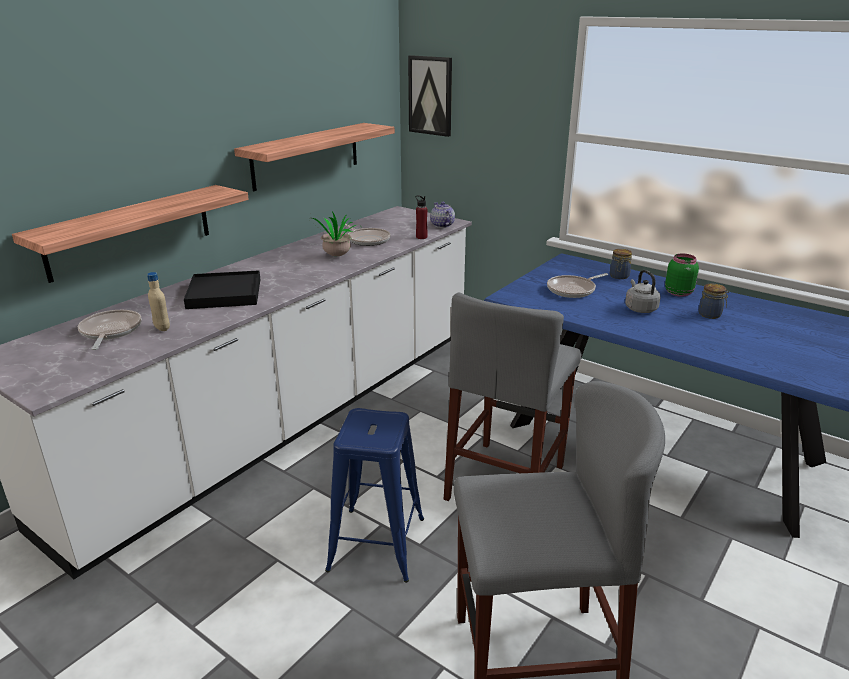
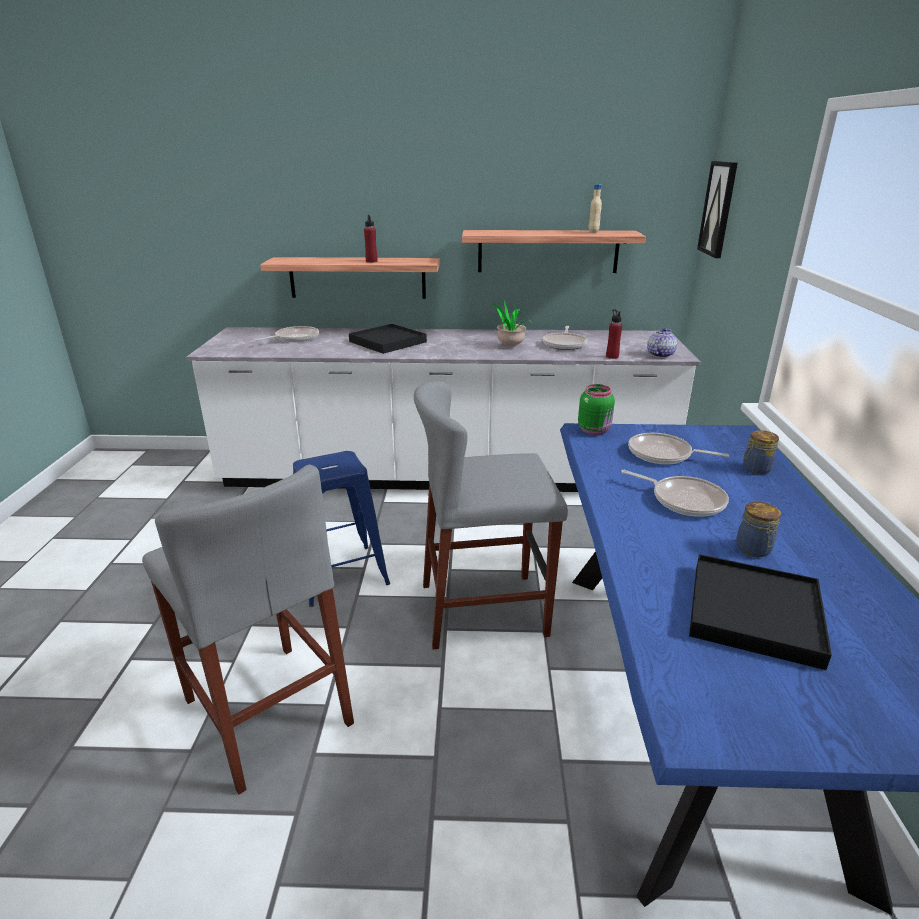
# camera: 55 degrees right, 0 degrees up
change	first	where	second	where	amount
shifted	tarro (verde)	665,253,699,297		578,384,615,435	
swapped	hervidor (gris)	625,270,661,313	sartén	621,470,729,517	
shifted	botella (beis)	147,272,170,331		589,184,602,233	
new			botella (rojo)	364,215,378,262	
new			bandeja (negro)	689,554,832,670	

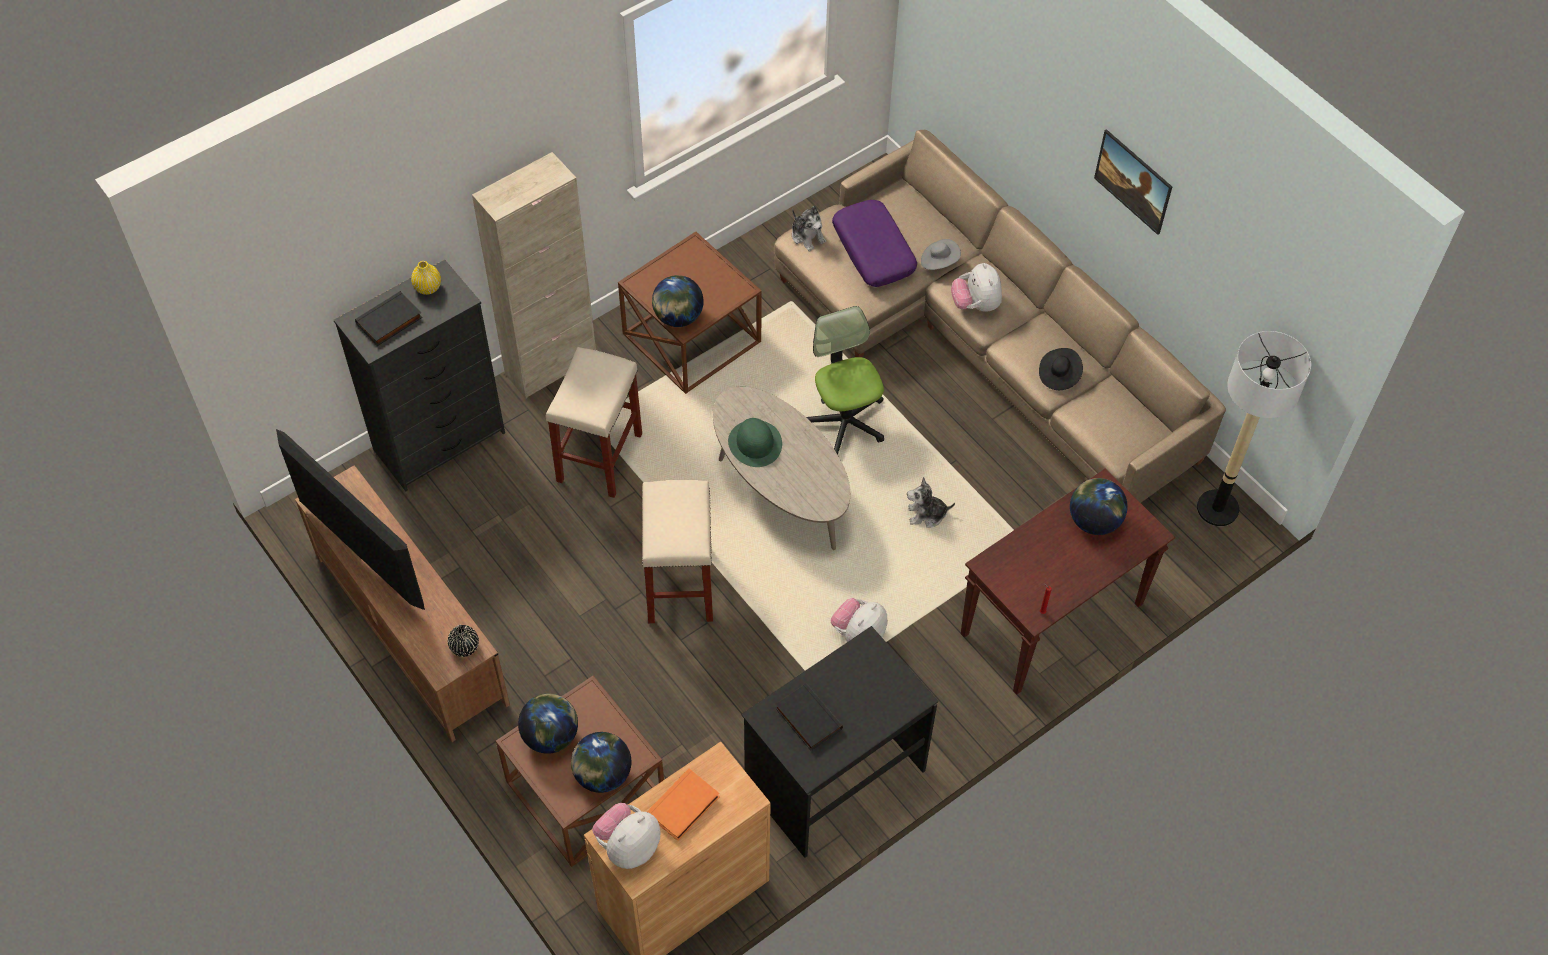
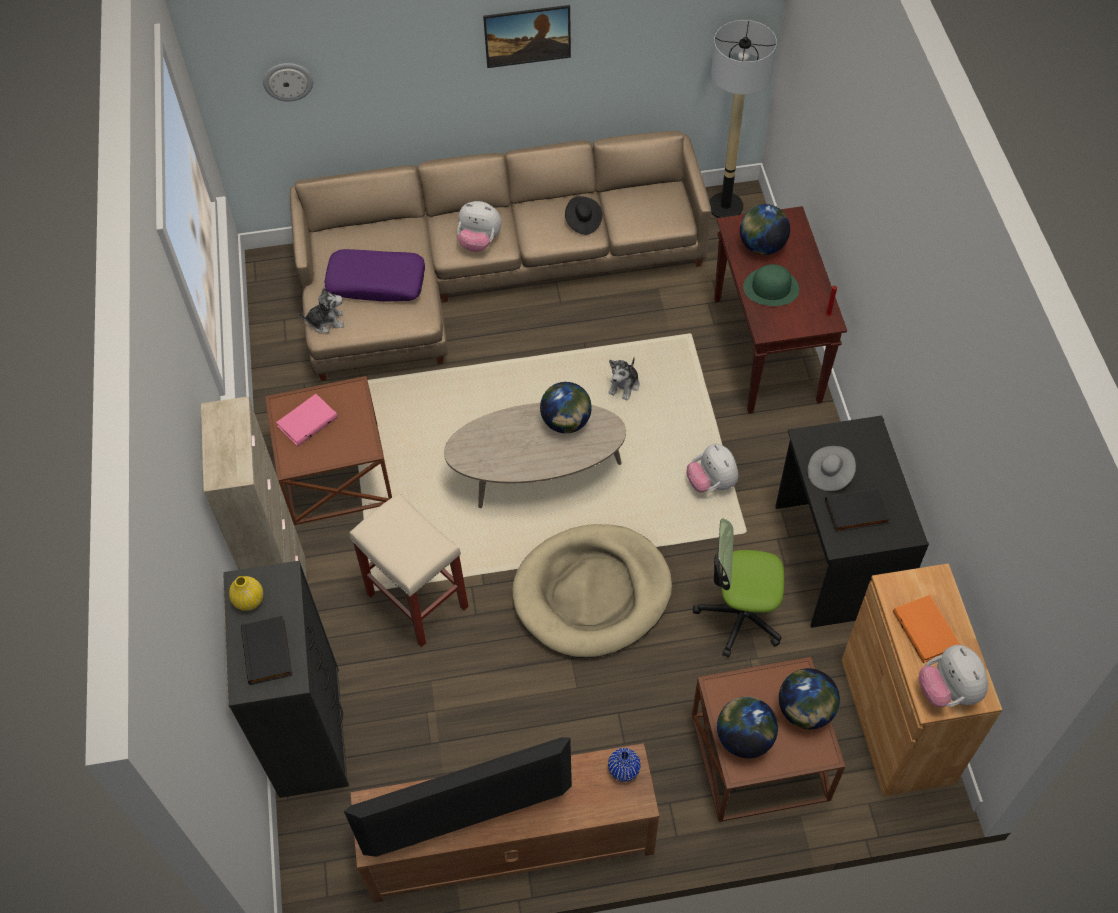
# camera: 60 degrees left, 0 degrees up
change	first	where	second	where	amount
shifted	sombrero (gris)	921,239,961,270		808,446,856,491	
shifted	globo terráqueo	652,275,704,327		540,382,592,433	
shifted	silla de oficina	806,306,884,455		693,519,784,658	
shifted	sombrero (verde)	728,418,782,467		743,264,799,306	
swapped	taburete (beis)	642,480,713,623	cama para perro (beis)	513,524,672,658	
repainted	florero (negro)	448,625,479,657	florero (azul)	608,748,641,782	
new			reloj de pared	263,63,313,101	
new			libro (rosa)	276,394,338,446	

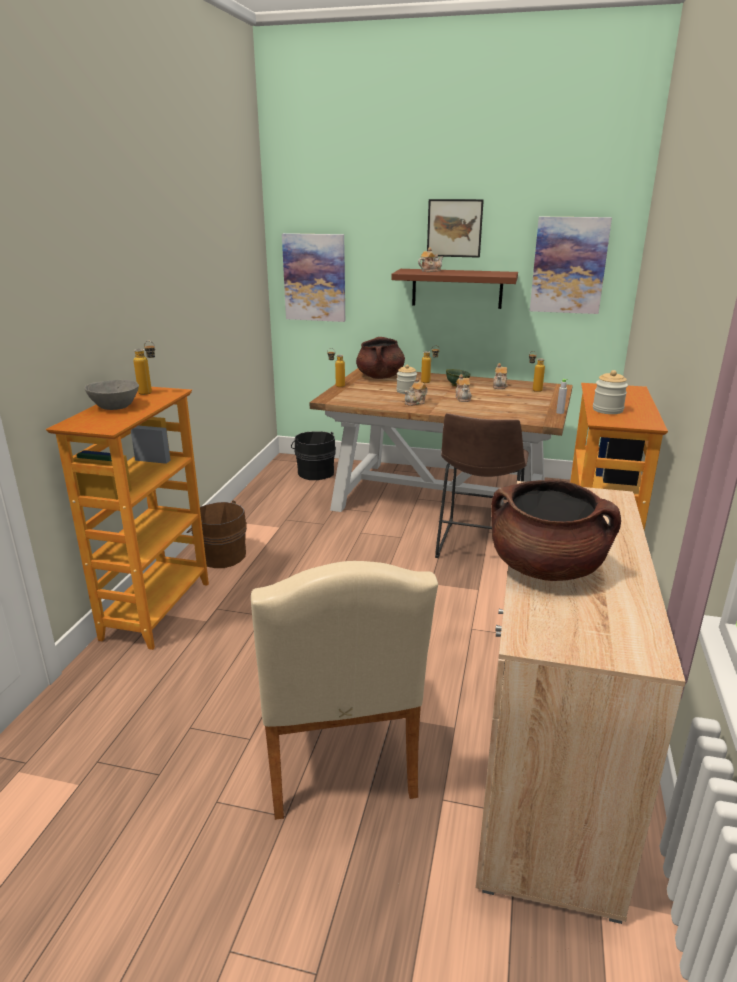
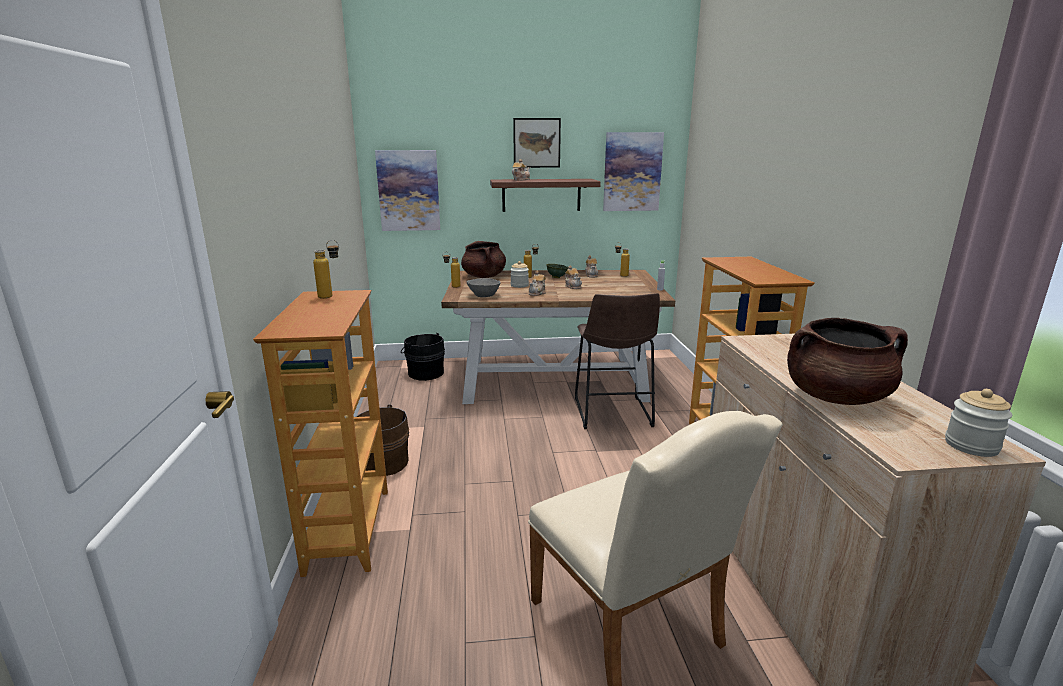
# camera: 20 degrees left, 5 degrees down
change	first	where	second	where	amount
shifted	tarro	593,370,628,414		945,389,1012,457	
shifted	cuenco (gris)	85,380,139,410		467,278,501,297	

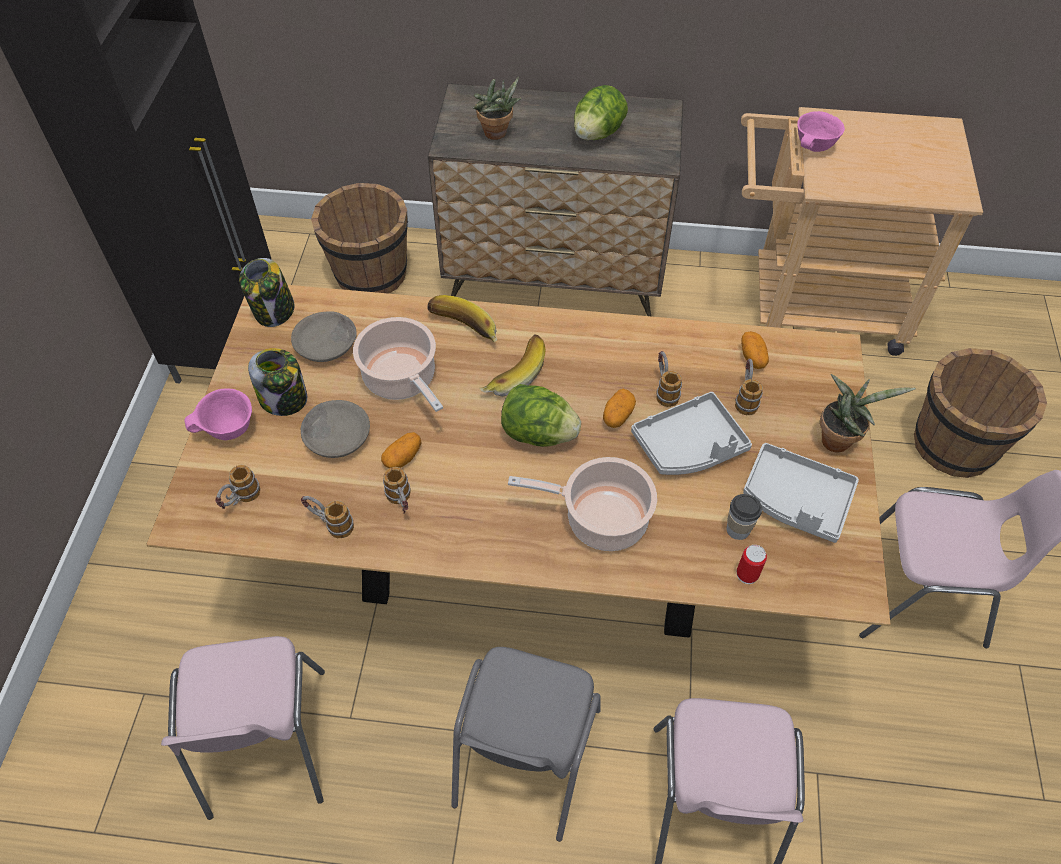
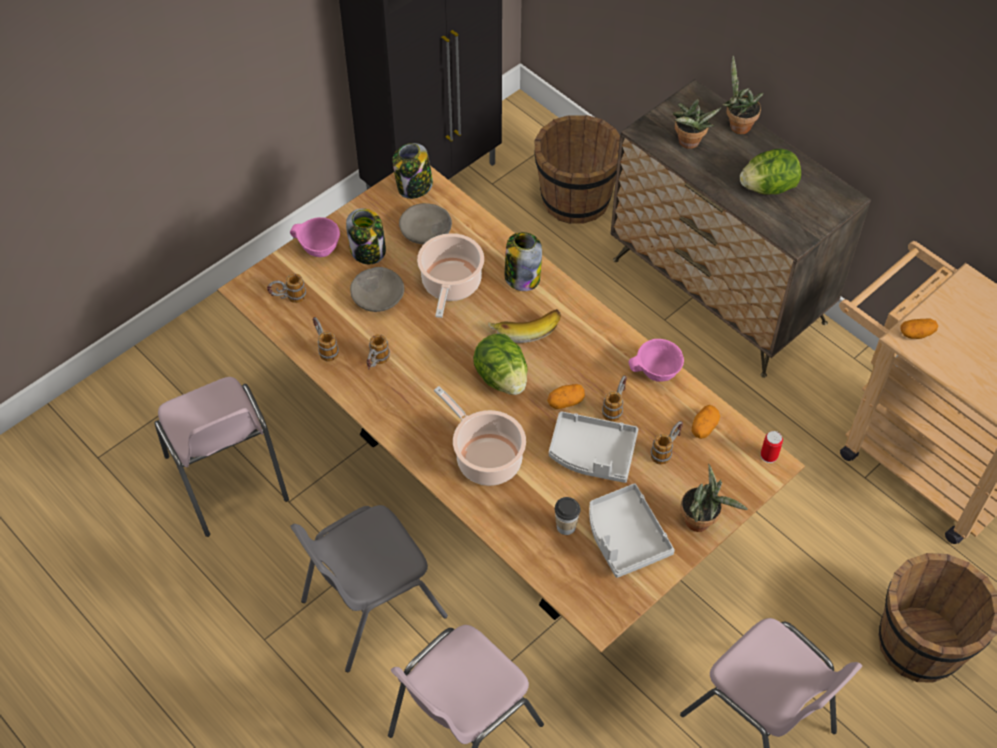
# camera: 40 degrees right, 0 degrees up
change	first	where	second	where	amount
shifted	cuenco (rosa)	797,111,845,152		629,339,684,382	
swapped	plátano	427,295,497,342	tarro	505,232,542,291	
shifted	patata	381,432,422,468		900,319,938,339	
shifted	lata	737,545,767,584		761,431,783,463	
rotated	silla (rosa)	161,636,325,820		154,377,289,537	60 degrees counterclockwise
new			planta en maceta	722,56,764,134	

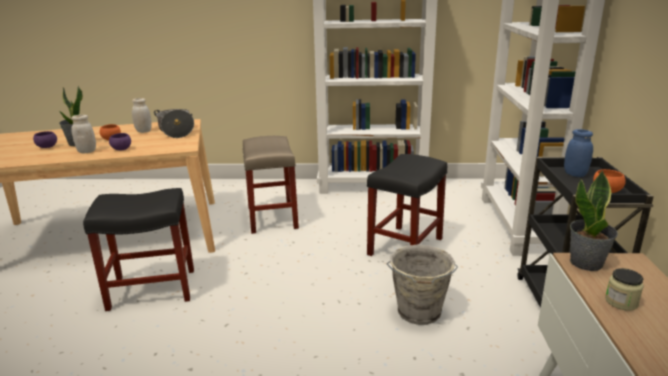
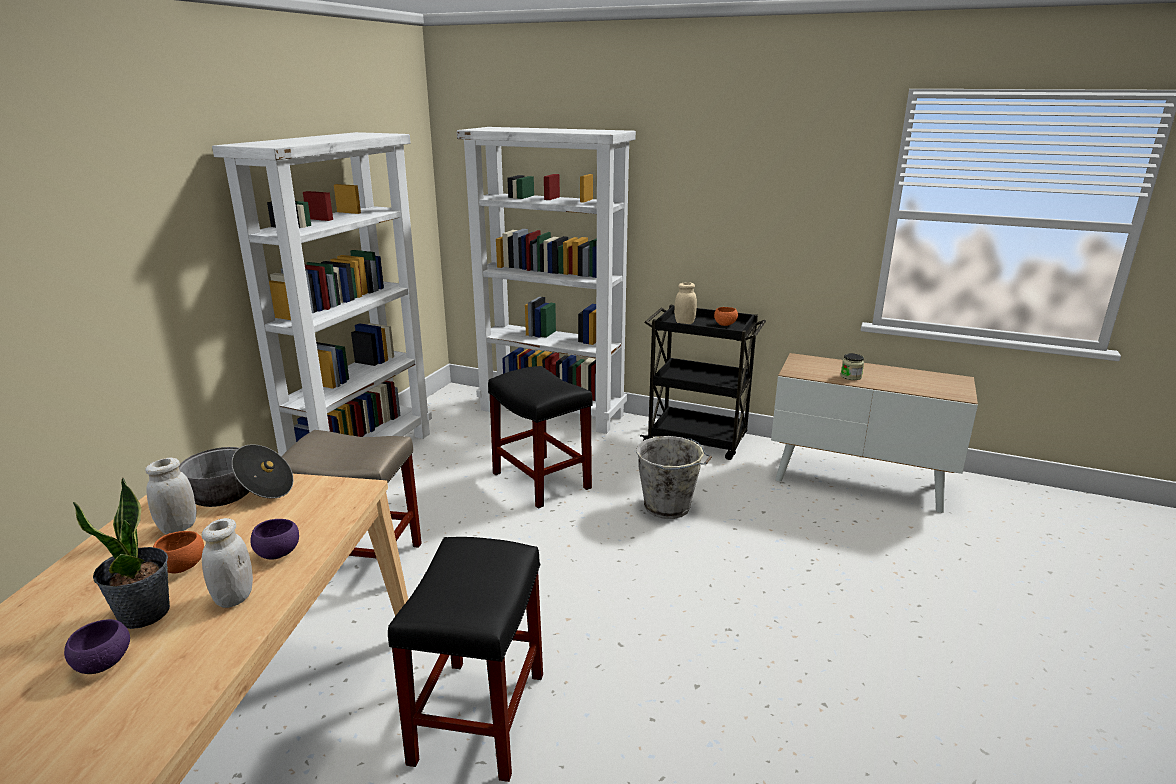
# camera: 70 degrees left, 0 degrees up
change	first	where	second	where	amount
repainted	tarro (azul)	564,129,593,177	tarro (beis)	674,282,697,324	
gone	planta en maceta	570,170,618,271			

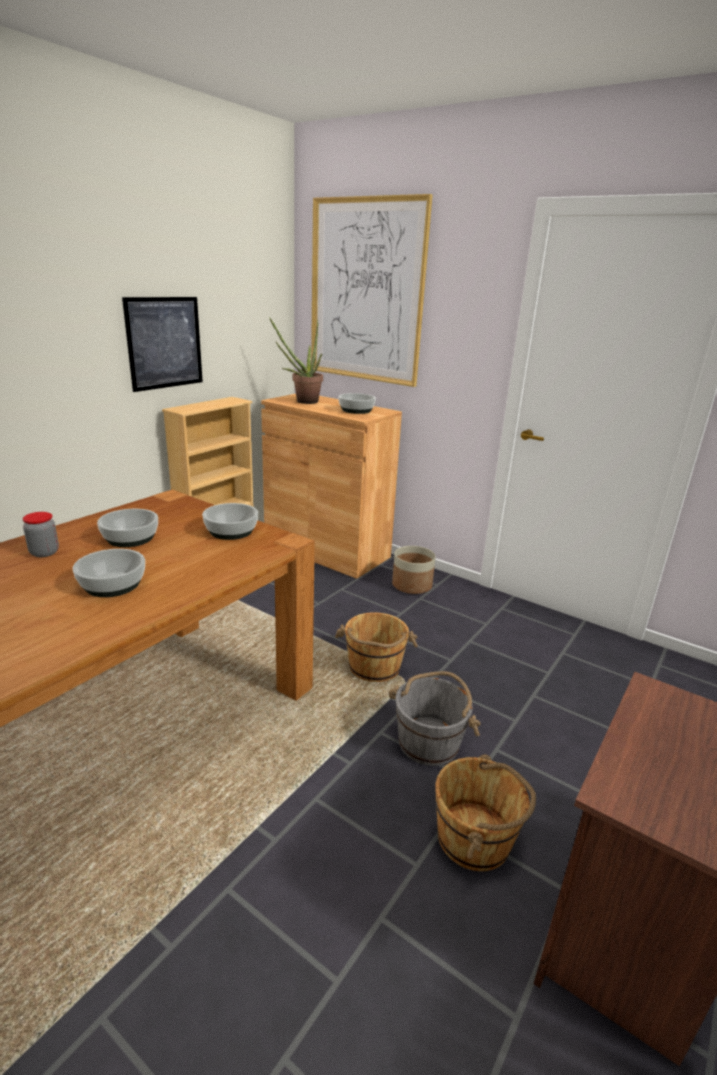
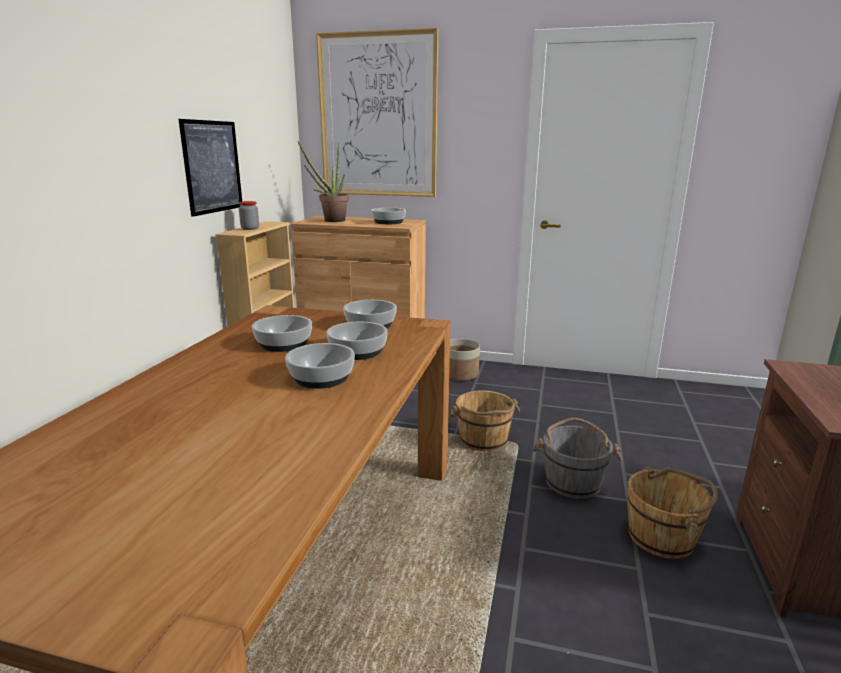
# camera: 20 degrees left, 5 degrees down
change	first	where	second	where	amount
shifted	tarro	22,512,59,557		239,201,259,230	
new			cuenco	326,322,388,360	

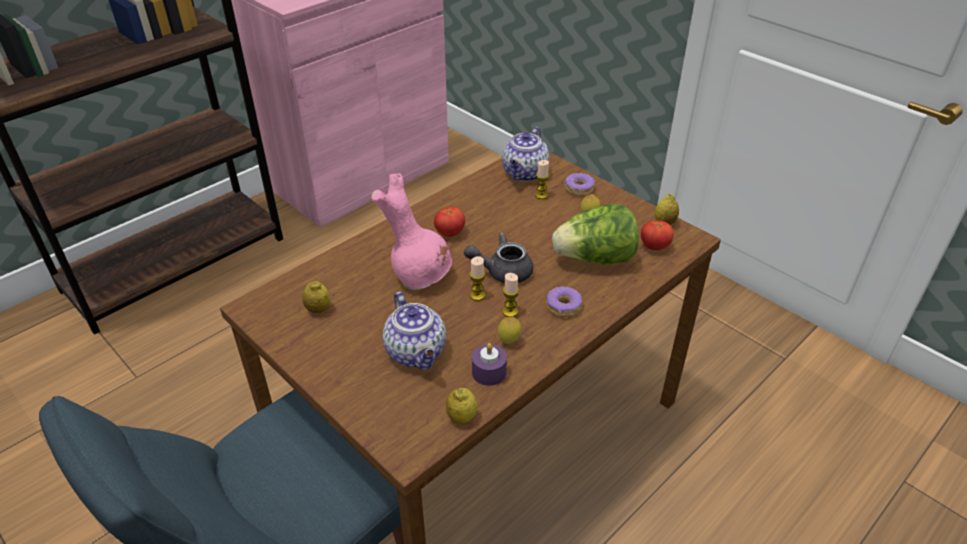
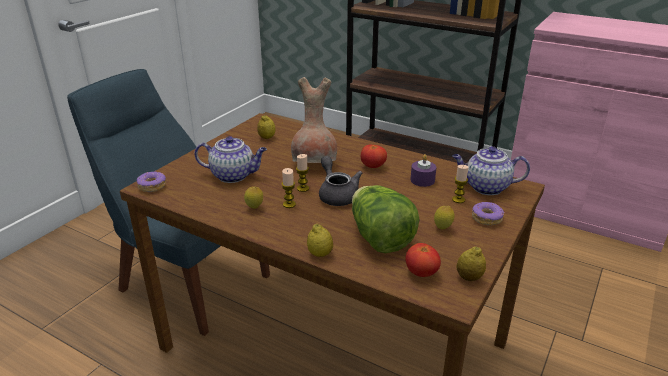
# camera: 75 degrees right, 10 degrees down
change	first	where	second	where	amount
repainted	florero (rosa)	371,174,452,290	florero (marrón)	291,77,337,163	
shifted	rosquilla	547,287,582,317		137,171,166,192	
rotated	tetera	383,292,446,370		194,136,267,183	135 degrees counterclockwise
shifted	vela (morado)	472,343,507,386		410,154,436,187	
shifted	limón	446,388,477,424		307,224,333,257	

